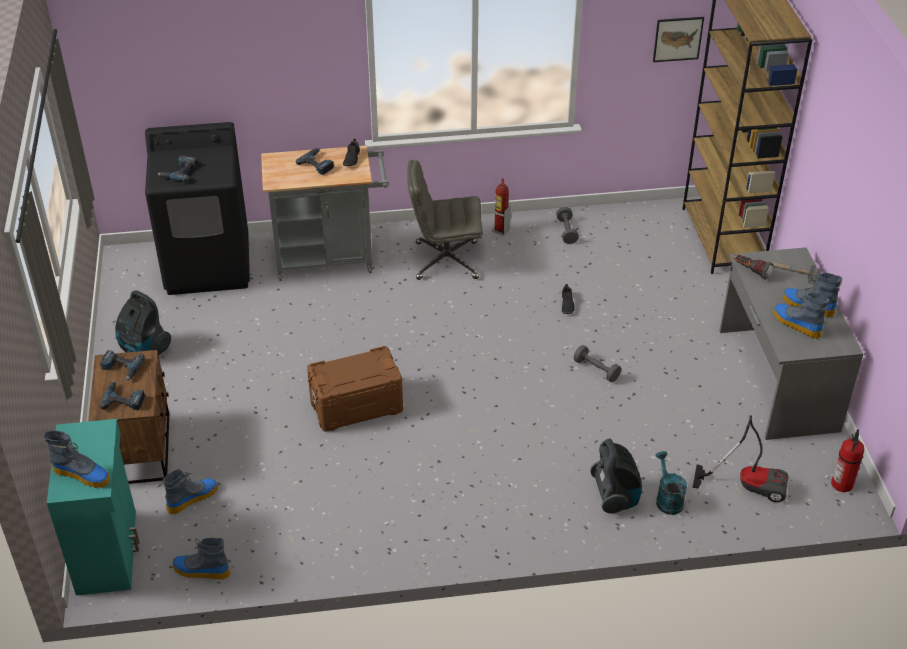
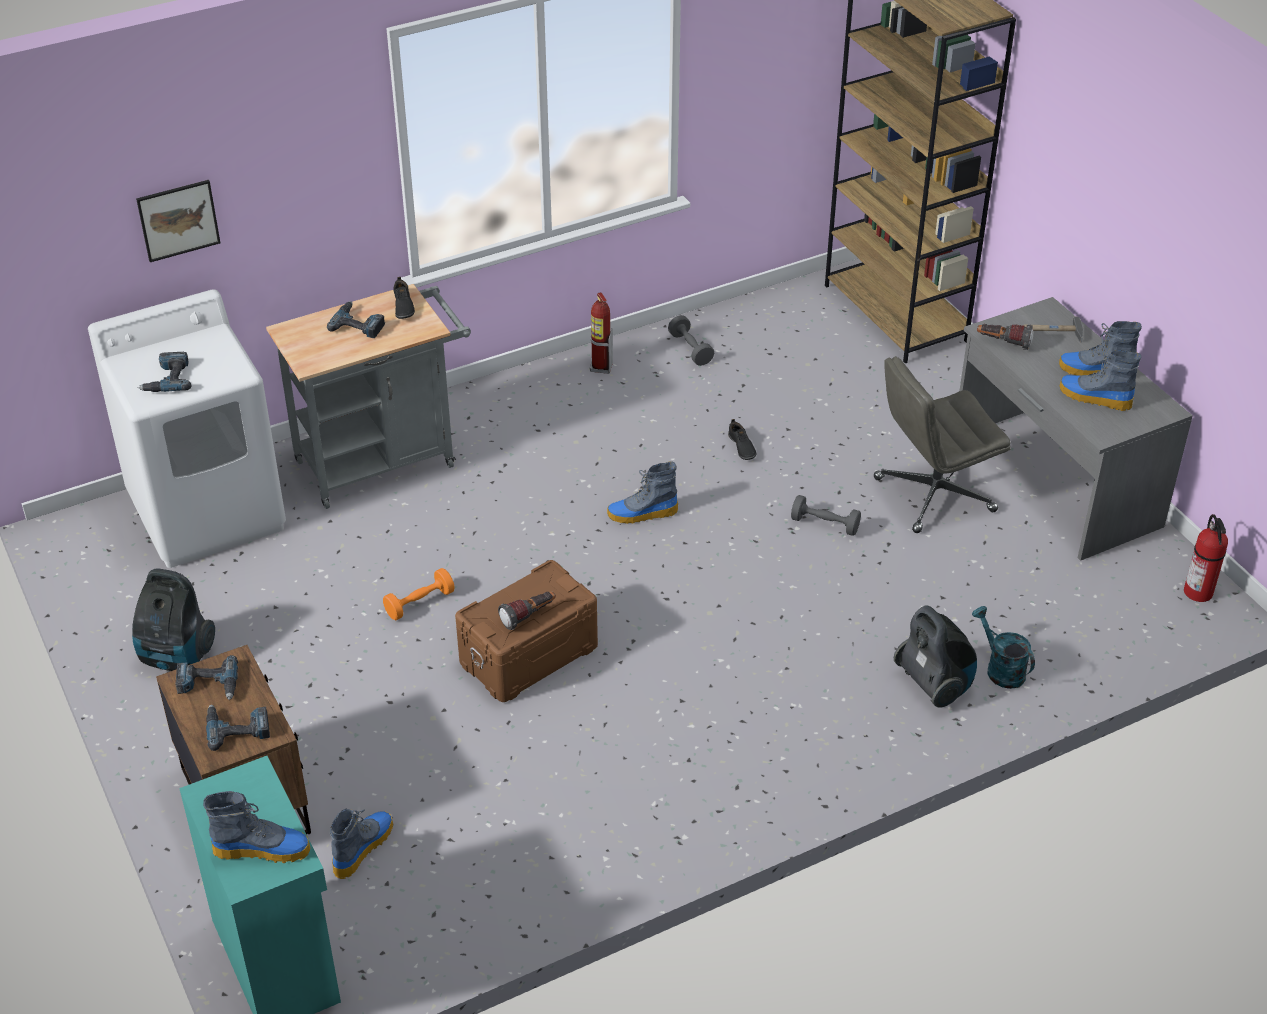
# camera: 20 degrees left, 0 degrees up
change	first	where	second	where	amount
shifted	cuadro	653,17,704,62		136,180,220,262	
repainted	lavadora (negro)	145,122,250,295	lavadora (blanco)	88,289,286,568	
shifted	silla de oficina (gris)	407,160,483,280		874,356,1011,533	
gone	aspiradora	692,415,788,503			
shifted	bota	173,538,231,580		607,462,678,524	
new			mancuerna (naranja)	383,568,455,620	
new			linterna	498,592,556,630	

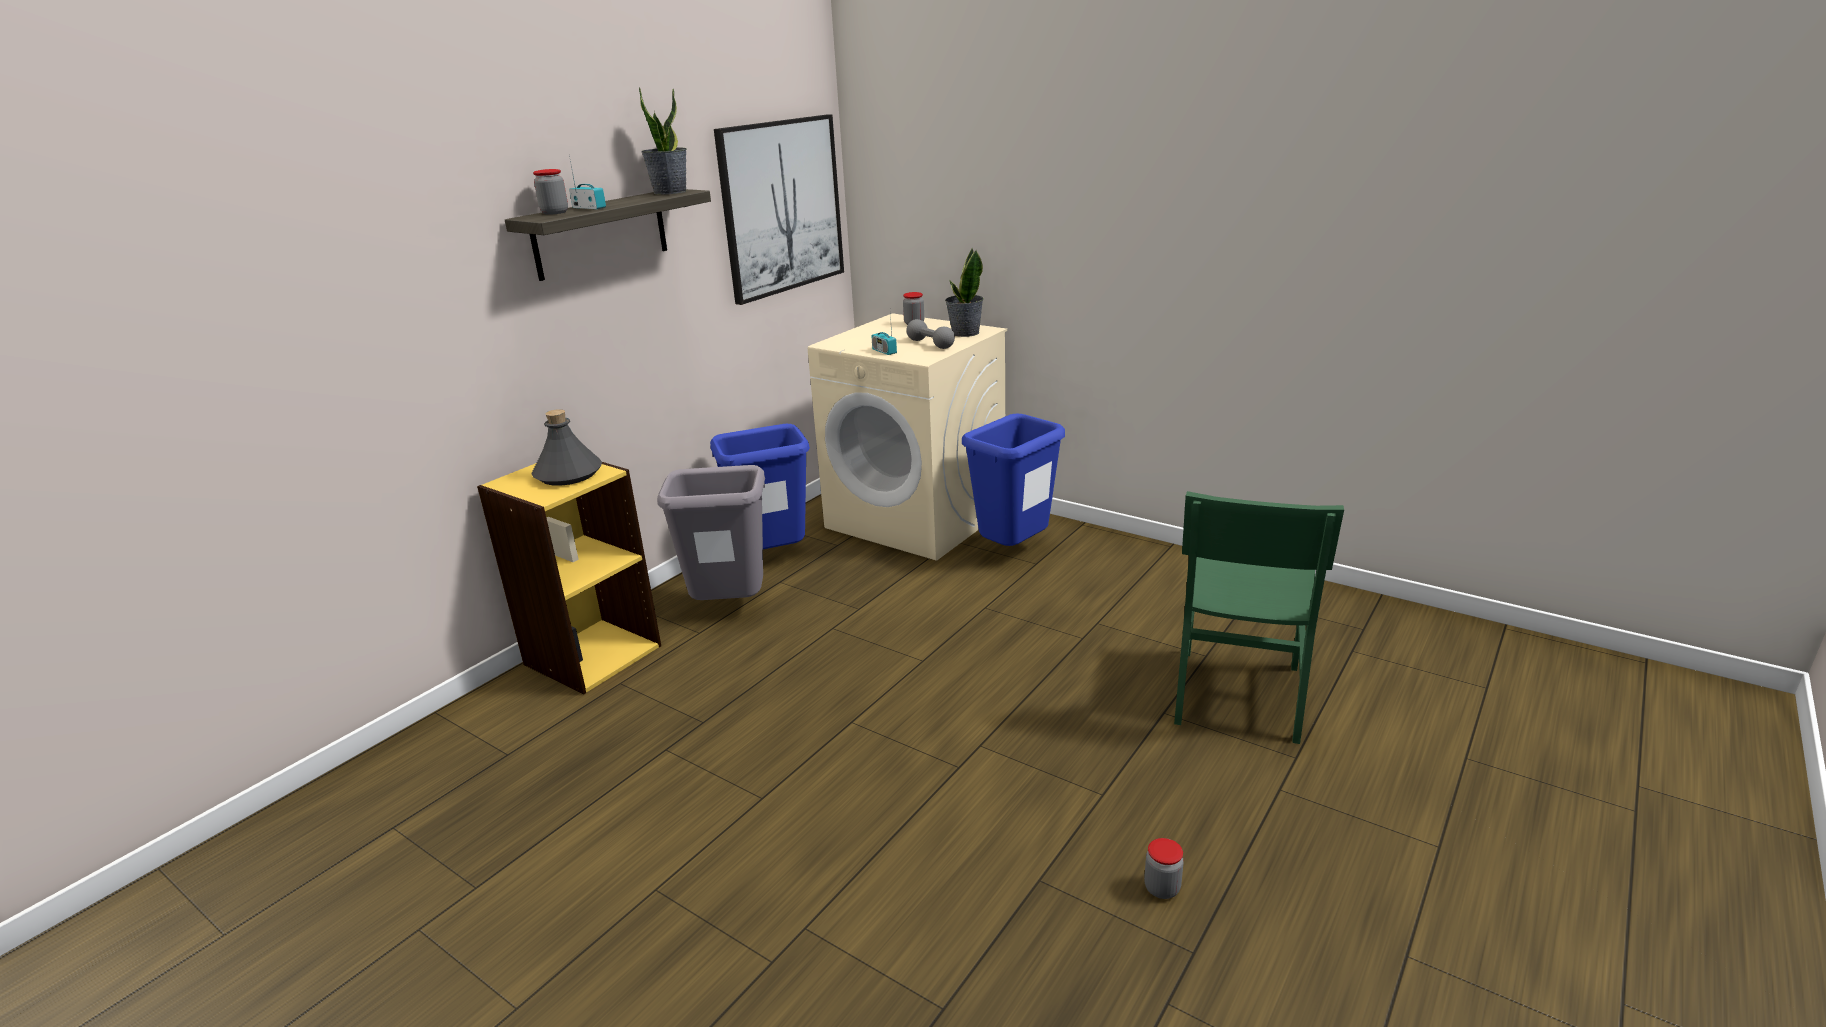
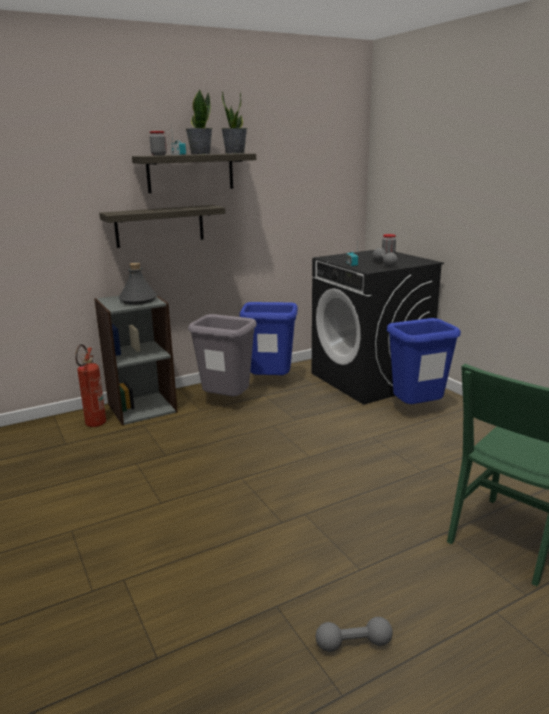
# camera: 25 degrees right, 5 degrees down
change	first	where	second	where	amount
gone	cuadro	714,115,844,305			
shifted	planta en maceta	945,248,984,337		186,89,213,155	
repainted	lavadora (beis)	808,313,1007,561	lavadora (negro)	312,250,444,405	
repainted	estantería (amarillo)	477,462,661,694	estantería (gris)	94,295,178,425	
swapped	tarro	1144,838,1184,899	mancuerna (gris)	316,617,393,652	
new			estante	99,205,225,248	
new			extintor	75,344,106,427	

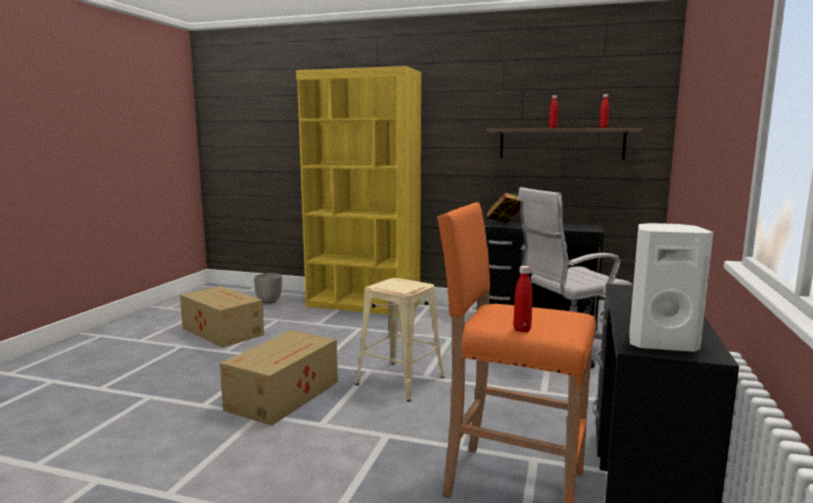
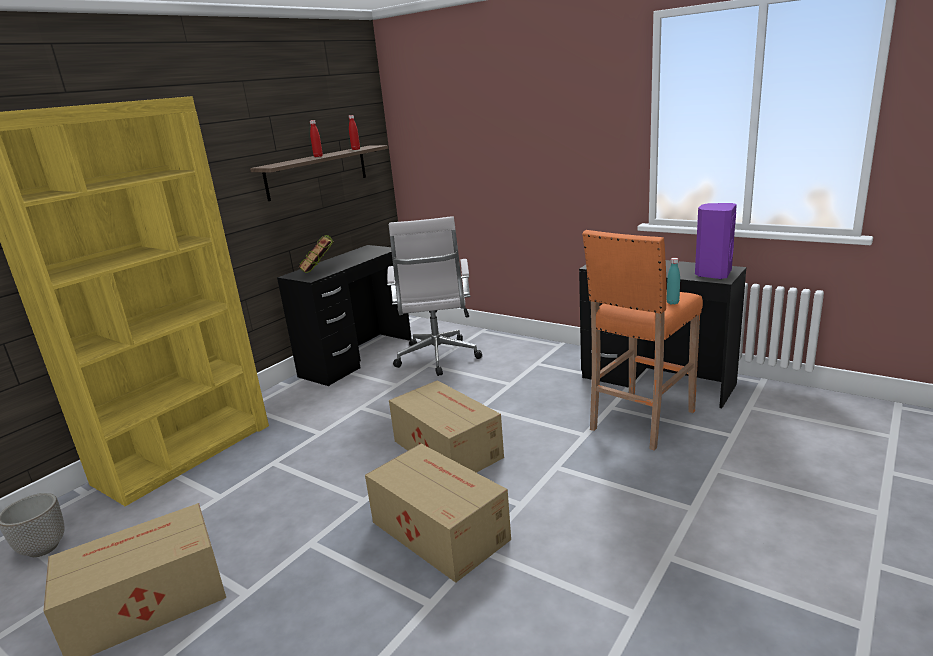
# camera: 70 degrees left, 10 degrees up
change	first	where	second	where	amount
repainted	altavoz (blanco)	629,223,713,352	altavoz (morado)	695,203,737,279	
repainted	botella (rojo)	514,266,533,332	botella (turquesa)	666,258,680,304	
swapped	taburete (beis)	355,278,444,402	caja de cartón	389,380,504,473	

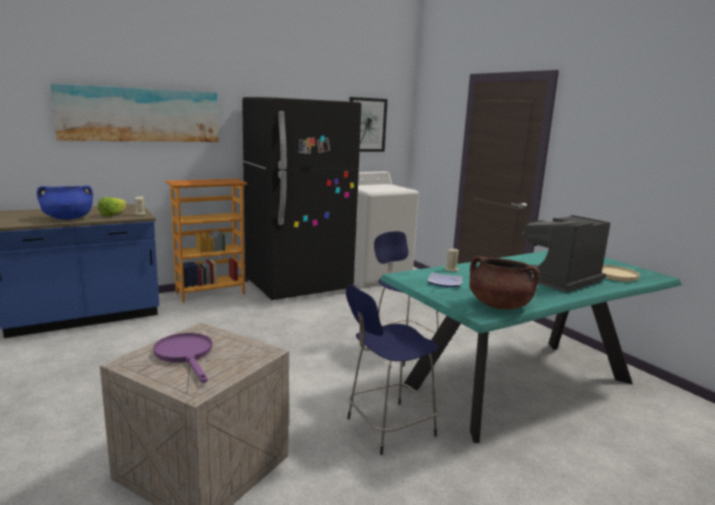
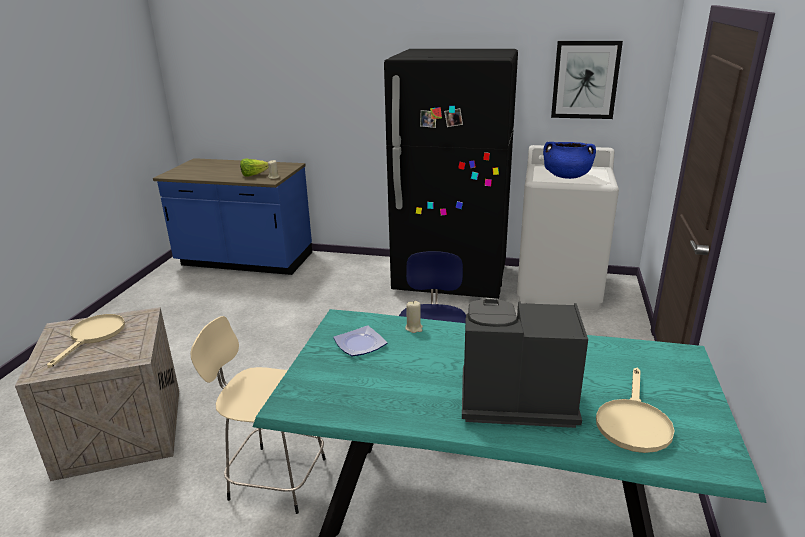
# camera: 45 degrees right, 10 degrees up
change	first	where	second	where	amount
gone	cuadro	50,84,218,142			
gone	estantería	165,179,248,303			
shifted	olla (azul)	37,185,93,220		543,142,596,179	
gone	olla (marrón)	470,256,540,309			
repainted	taburete (azul)	346,285,439,455	taburete (beis)	191,316,326,514	
repainted	sartén (morado)	153,333,213,383	sartén (beis)	47,314,125,368	

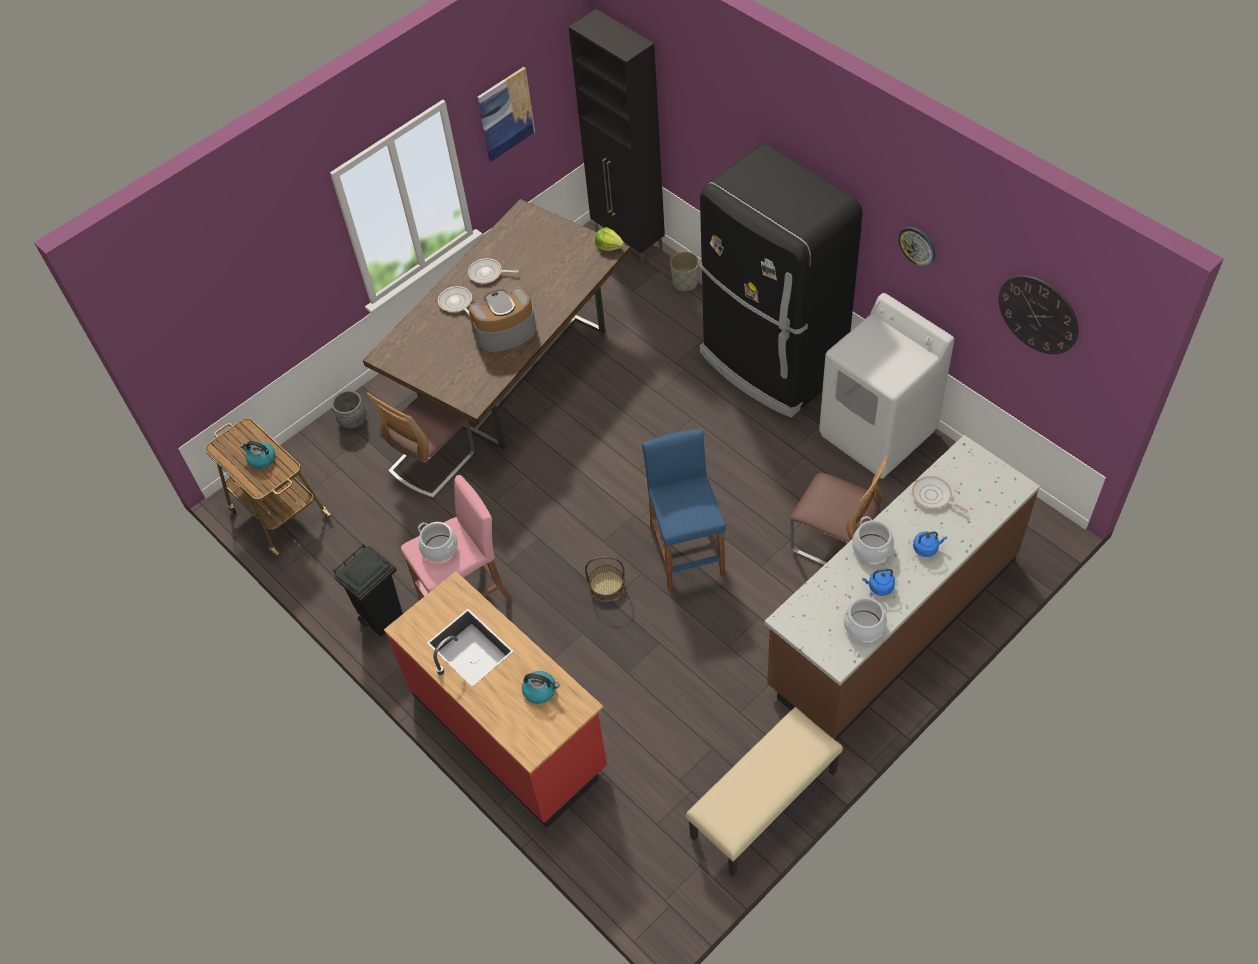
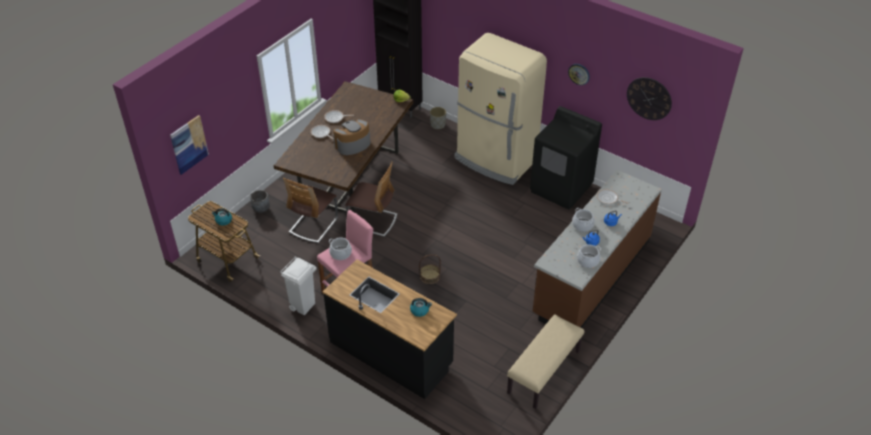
# camera: 15 degrees left, 10 degrees down
change	first	where	second	where	amount
shifted	cuadro	478,67,535,162		170,115,209,175	
repainted	nevera (negro)	700,144,862,417	nevera (beis)	455,33,547,185	
repainted	lavadora (blanco)	819,293,954,479	lavadora (negro)	530,106,602,210	
gone	taburete (azul)	642,428,726,590			
shifted	silla	789,456,888,565		345,162,397,237	
repainted	papelera (negro)	333,544,403,636	papelera (blanco)	280,257,317,315	
repainted	mueble bajo de cocina (rojo)	384,571,607,828	mueble bajo de cocina (negro)	323,259,457,399	

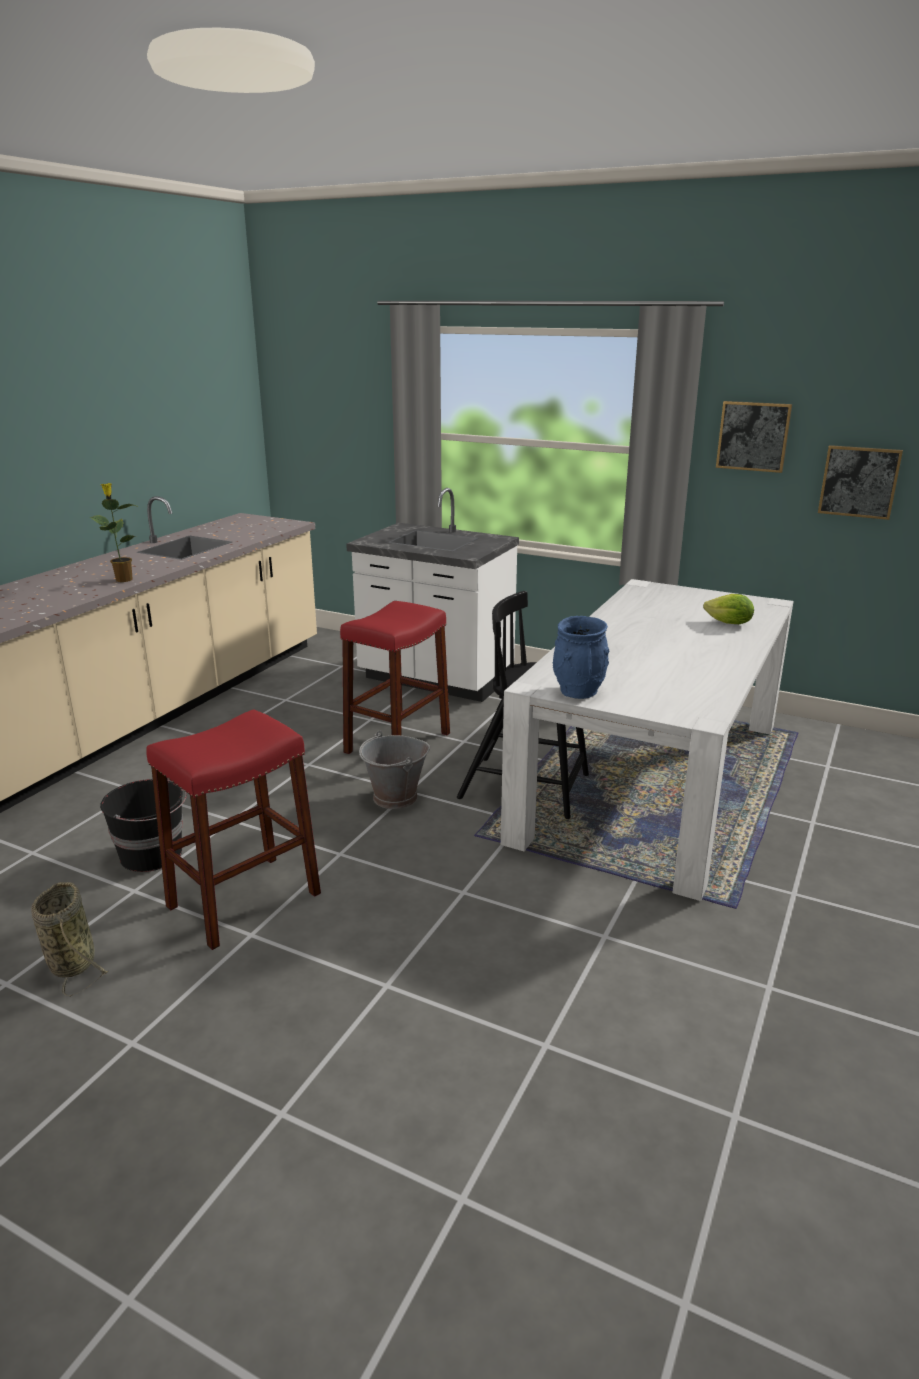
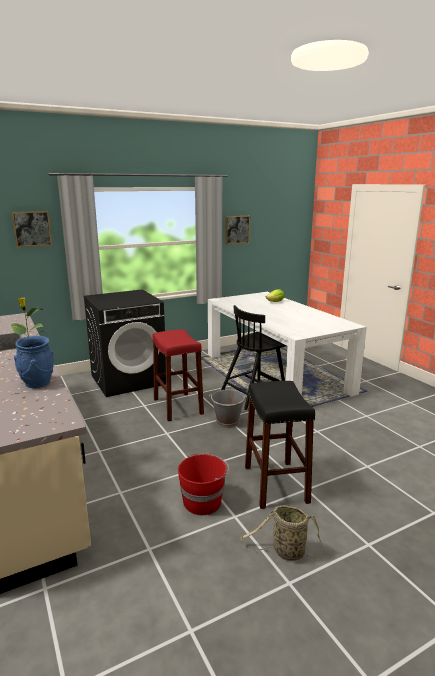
# camera: 55 degrees left, 5 degrees down
change	first	where	second	where	amount
shifted	cuadro	818,445,903,520		12,211,52,247	
swapped	mueble bajo de cocina (blanco)	346,488,519,702	lavadora (negro)	83,289,166,397	
shifted	florero (azul)	553,616,609,699		14,336,54,388	
repainted	taburete (rojo)	146,709,321,950	taburete (negro)	245,381,315,509	
repainted	cubo (negro)	100,779,187,872	cubo (rojo)	178,453,229,515	

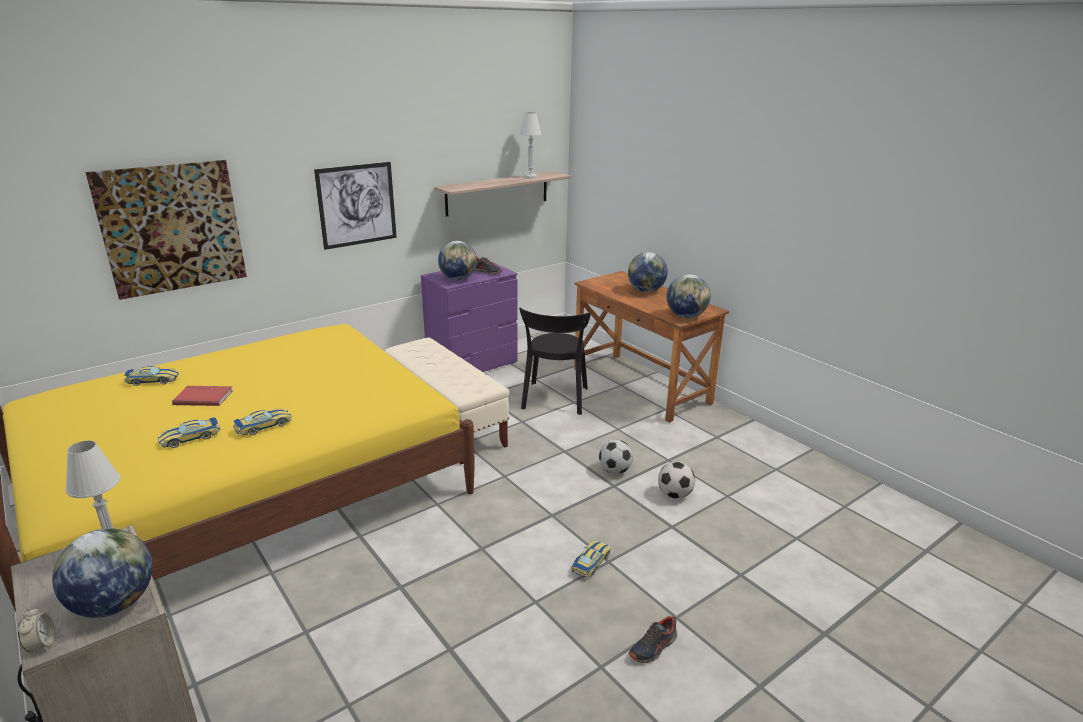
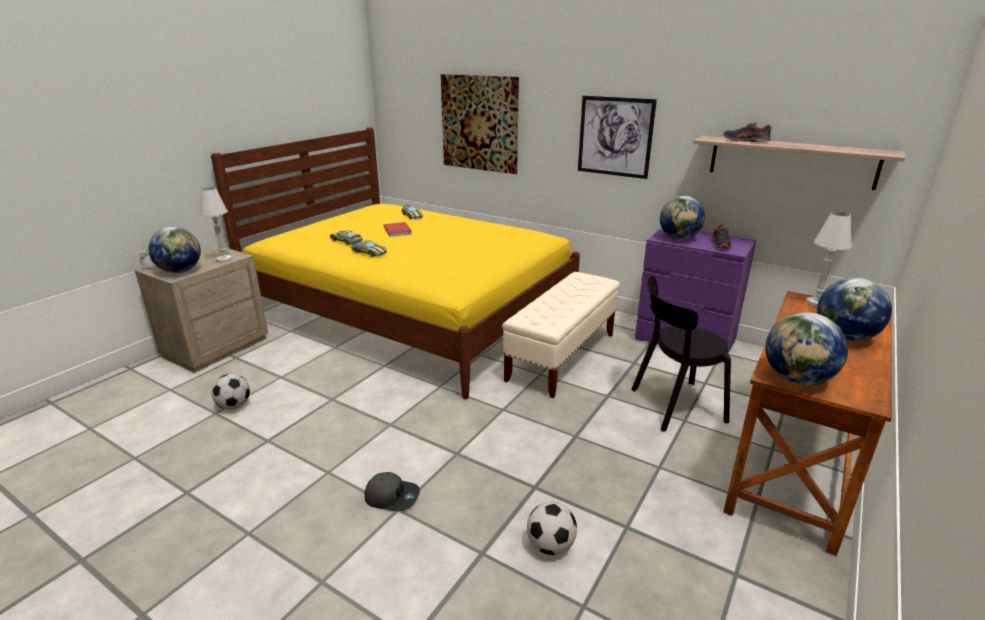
# camera: 70 degrees right, 0 degrees up
change	first	where	second	where	amount
shifted	lámpara de mesa (blanco)	520,112,542,179		806,211,852,307	
shifted	balón de fútbol	599,439,633,474		212,374,250,410	
swapped	coche de juguete	571,541,611,578	gorra (gris)	364,472,420,511	
shifted	zapato	628,616,677,663		723,122,772,142	

